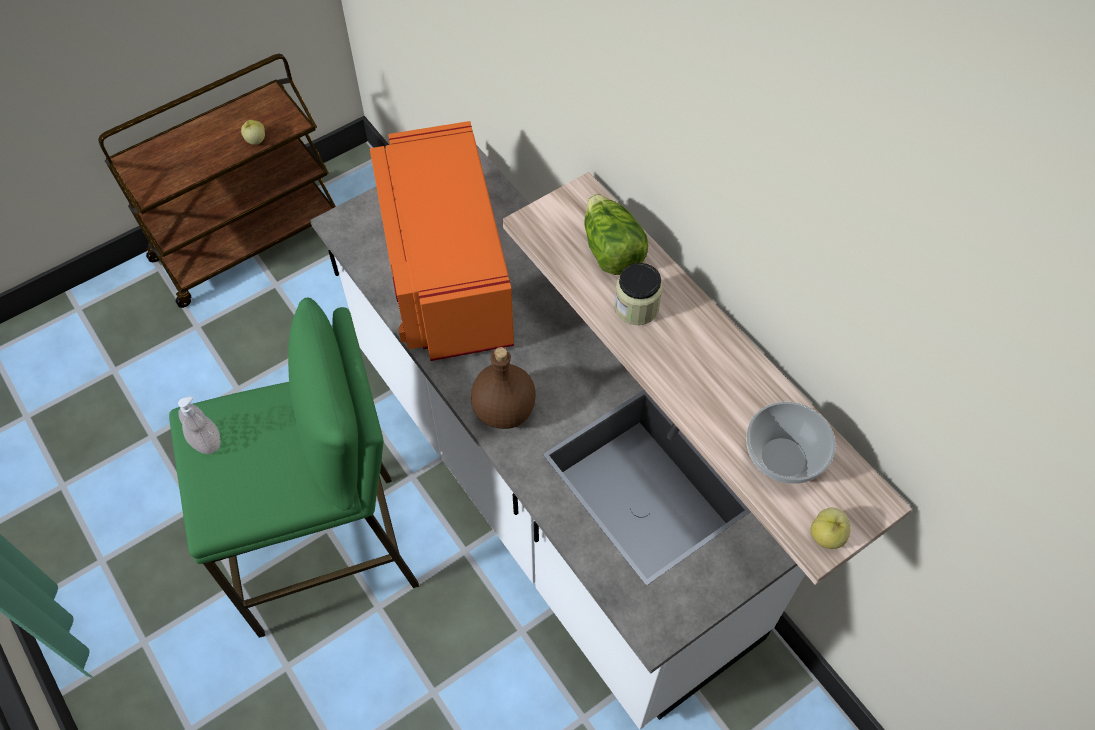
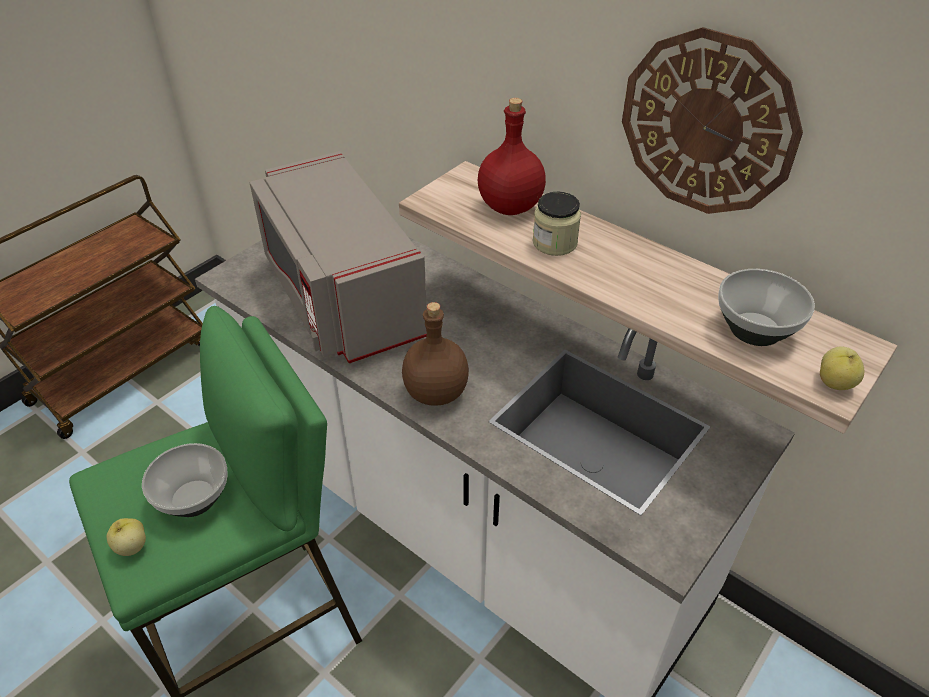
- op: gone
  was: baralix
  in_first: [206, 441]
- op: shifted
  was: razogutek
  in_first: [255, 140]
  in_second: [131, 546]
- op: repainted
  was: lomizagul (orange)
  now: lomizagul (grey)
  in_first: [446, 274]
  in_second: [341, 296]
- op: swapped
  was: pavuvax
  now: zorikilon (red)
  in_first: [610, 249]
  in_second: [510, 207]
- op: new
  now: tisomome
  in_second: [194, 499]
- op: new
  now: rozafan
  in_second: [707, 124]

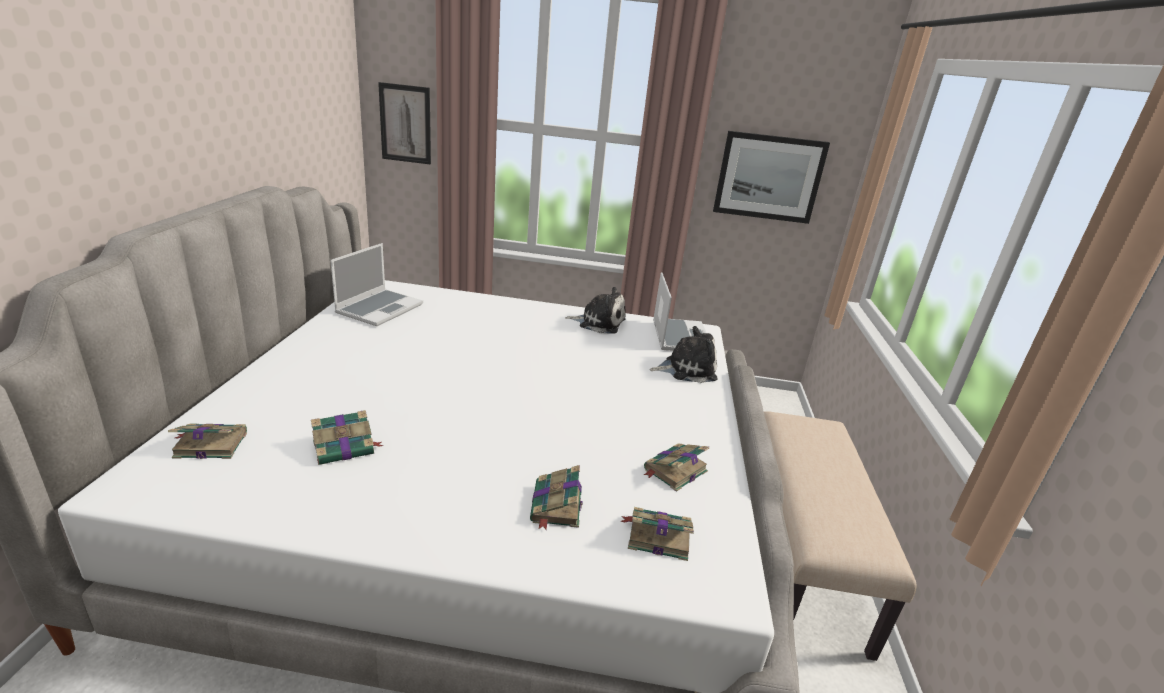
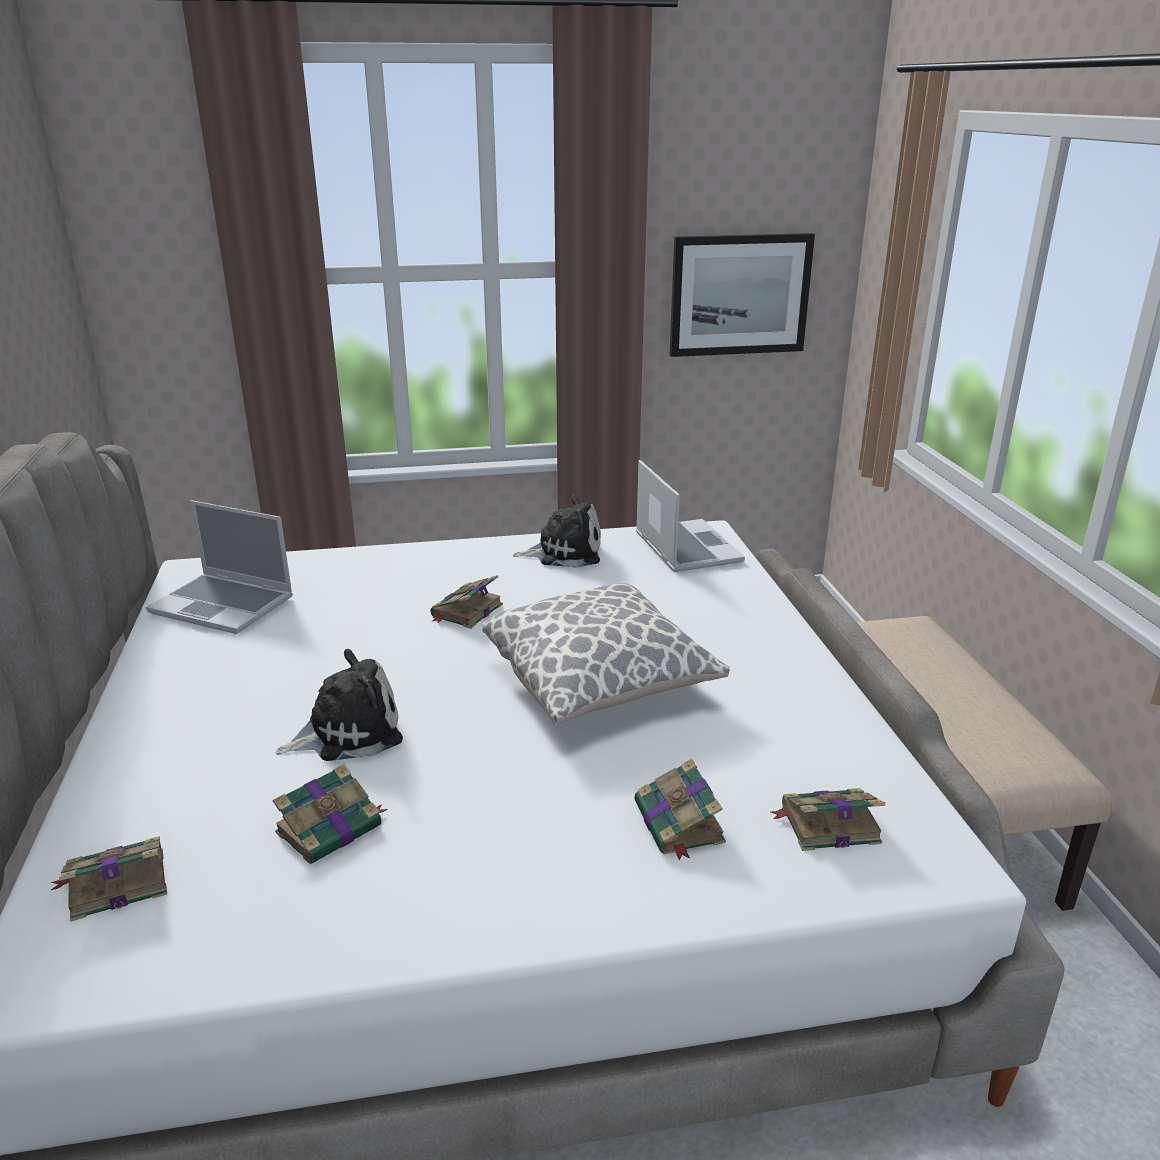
- op: rotated
  was: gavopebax
  in_first: [380, 308]
  in_second: [225, 605]
  clockwise: 105
- op: gone
  was: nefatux
  in_first: [405, 124]
- op: shifted
  was: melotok
  in_first: [674, 471]
  in_second: [466, 611]
- op: shifted
  was: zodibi
  in_first: [686, 369]
  in_second: [348, 732]
- op: new
  now: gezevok
  in_second: [601, 683]

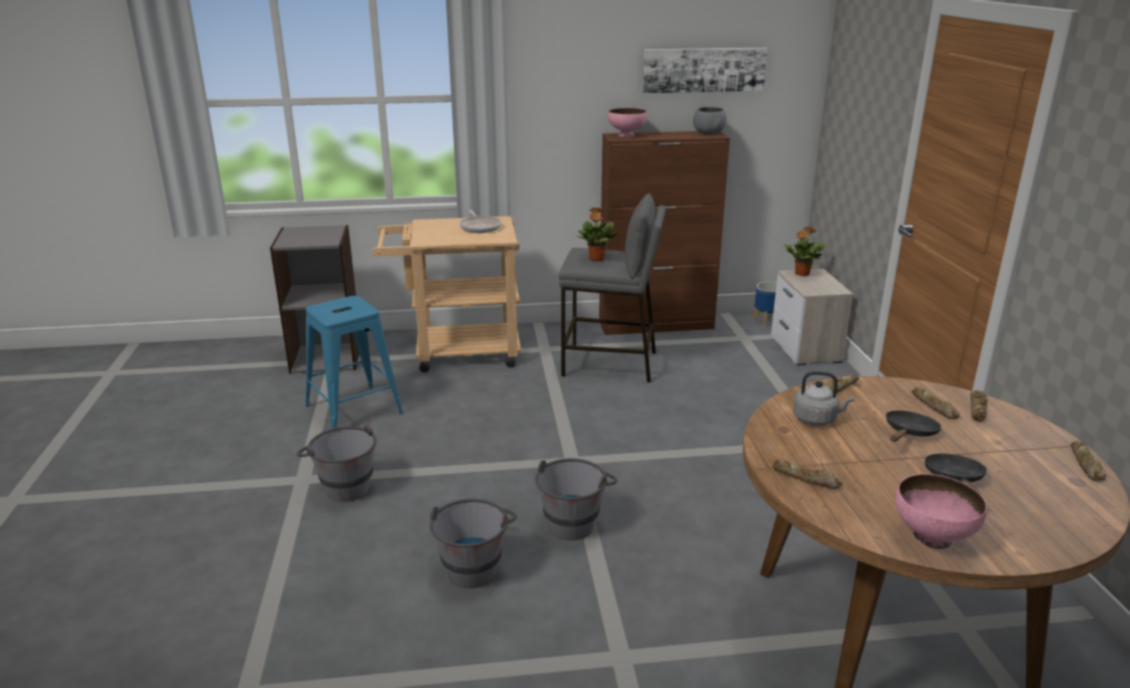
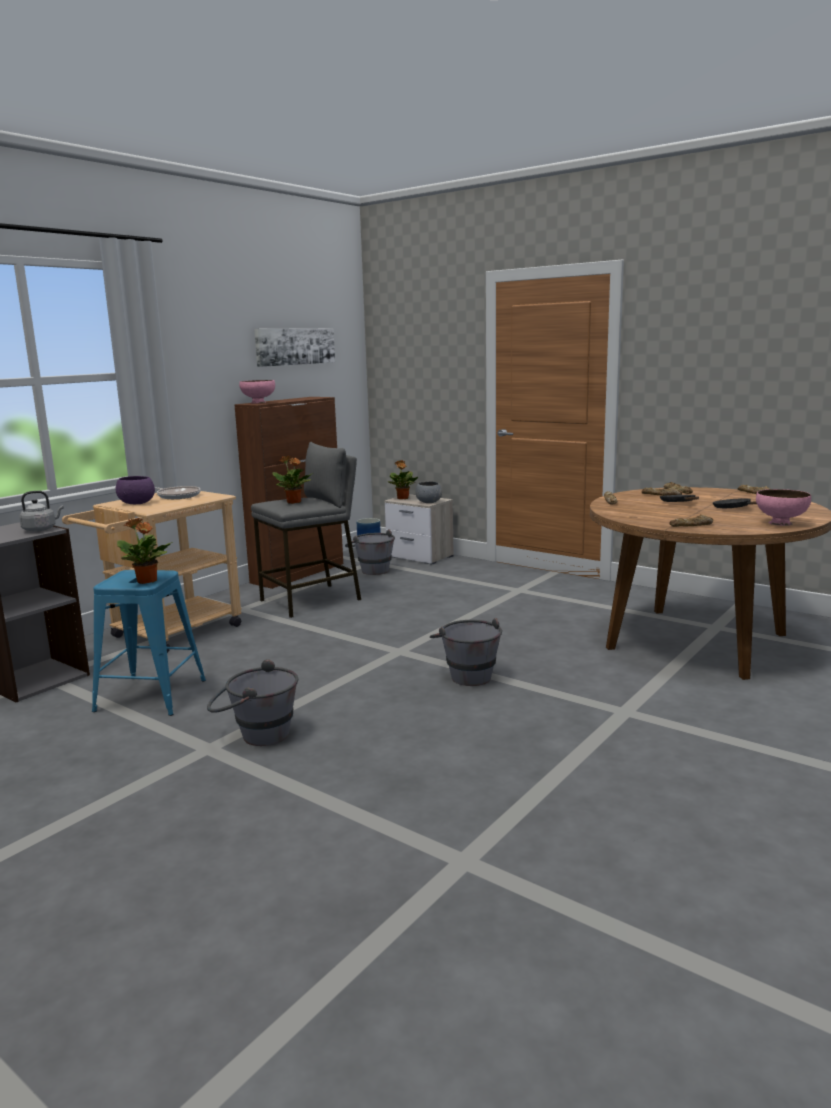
- op: shifted
  was: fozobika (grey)
  in_first: [474, 564]
  in_second: [371, 569]
- op: shifted
  was: tisomome (grey)
  in_first: [708, 133]
  in_second: [428, 502]
- op: shifted
  was: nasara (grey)
  in_first: [817, 419]
  in_second: [41, 529]
- op: new
  now: tisomome (purple)
  in_second: [137, 503]
- op: new
  now: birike
  in_second: [147, 581]

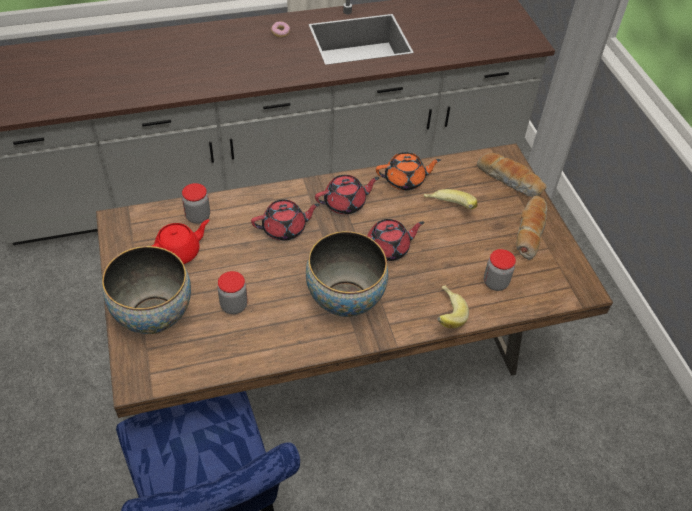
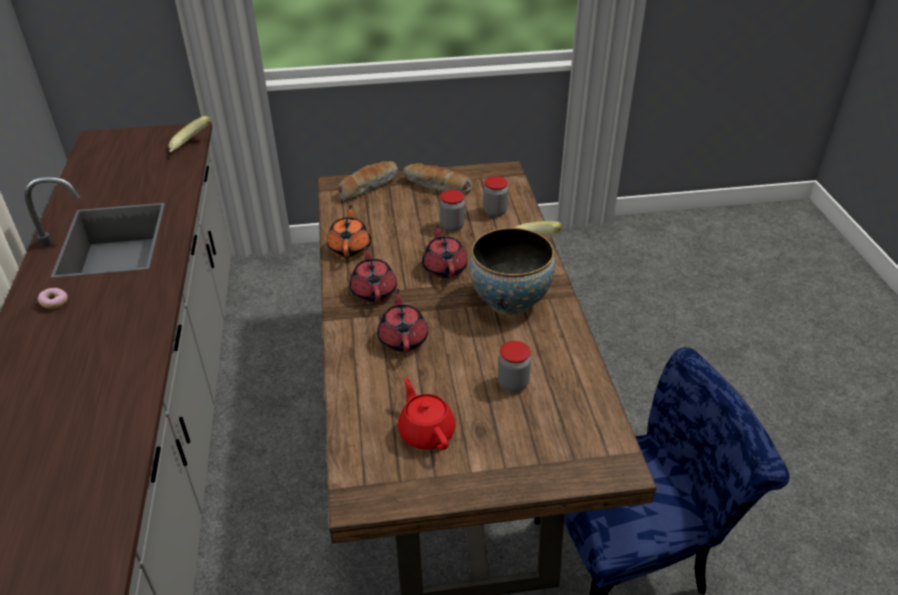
- op: gone
  was: tisomome
  in_first: [154, 316]
- op: shifted
  was: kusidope
  in_first: [198, 216]
  in_second: [452, 226]
- op: shifted
  was: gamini
  in_first: [448, 209]
  in_second: [191, 147]

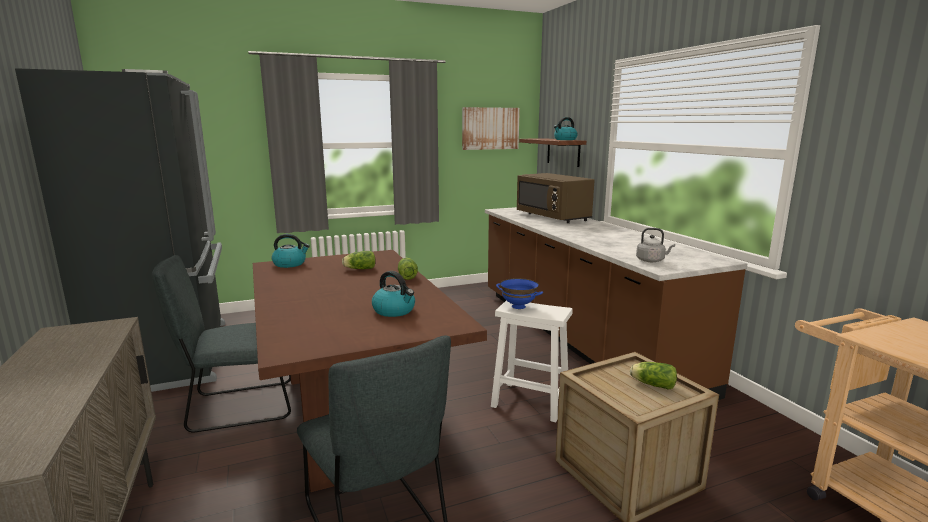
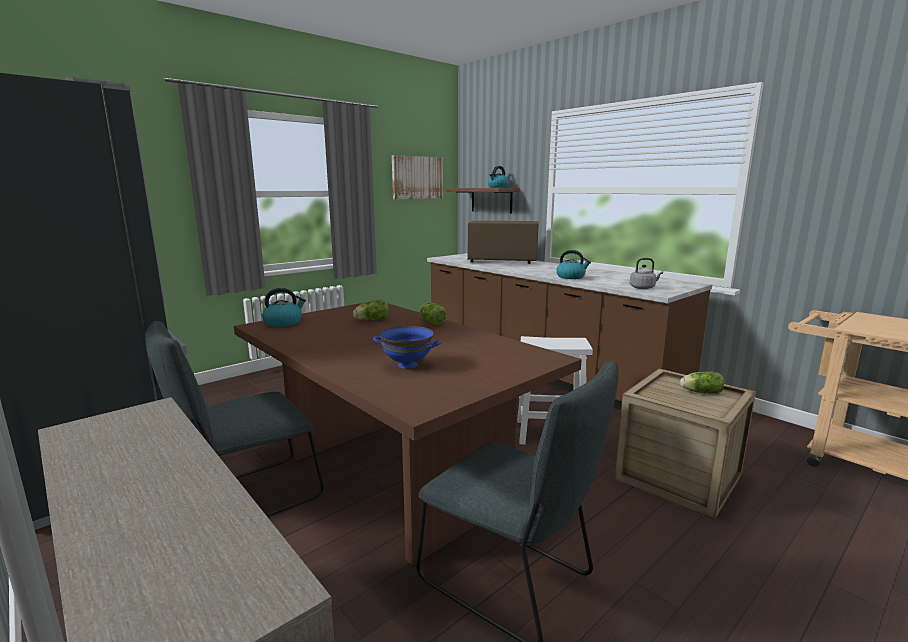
- op: shifted
  was: nasara
  in_first: [394, 311]
  in_second: [571, 277]
- op: shifted
  was: tisomome (blue)
  in_first: [518, 306]
  in_second: [408, 365]
- op: rotated
  was: lomizagul (brown)
  in_first: [553, 217]
  in_second: [502, 261]
  clockwise: 150

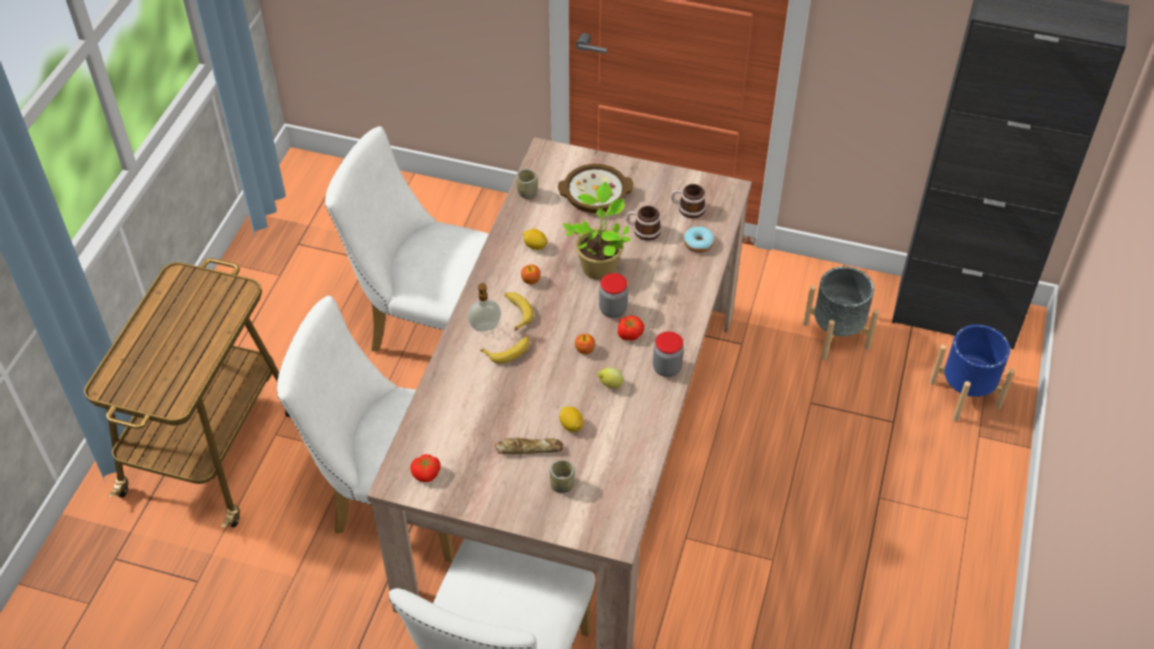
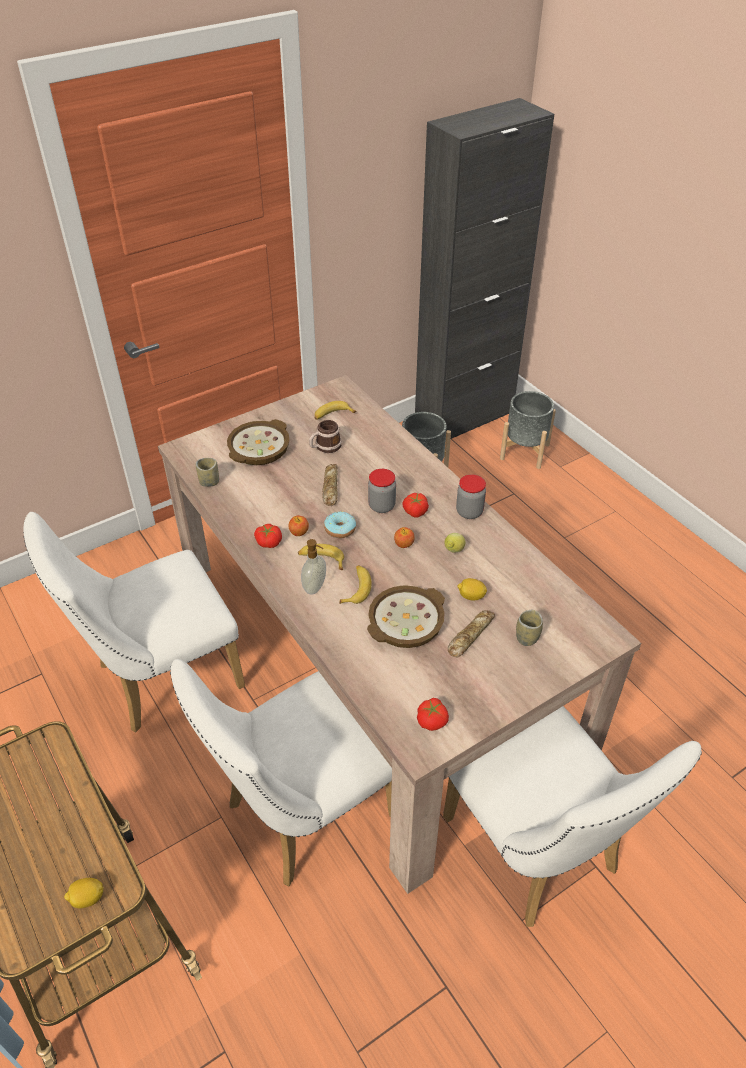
- op: shifted
  was: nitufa
  in_first: [535, 246]
  in_second: [87, 898]
- op: swapped
  was: birike
  now: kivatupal
  in_first: [599, 265]
  in_second: [330, 488]
- op: swapped
  was: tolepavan
  now: gamini
  in_first: [687, 208]
  in_second: [332, 415]
- op: shifted
  was: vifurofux
  in_first: [698, 243]
  in_second: [340, 529]
- op: repainted
  was: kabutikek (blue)
  now: kabutikek (grey)
  in_first: [965, 394]
  in_second: [524, 451]
- op: new
  now: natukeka
  in_second: [269, 542]
- op: new
  now: tisomome
  in_second: [405, 622]

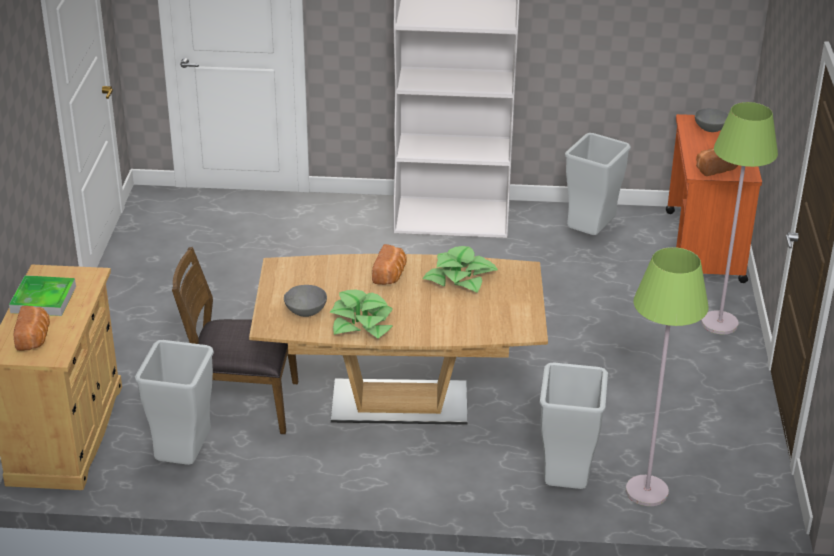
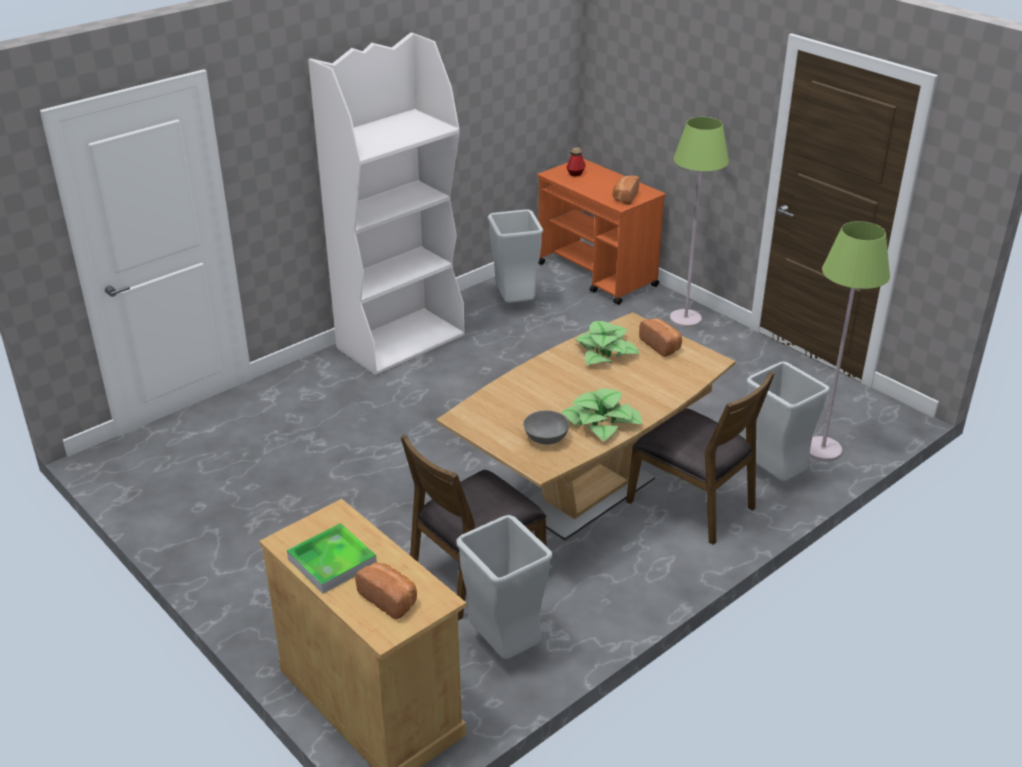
- op: shifted
  was: kivatupal
  in_first: [390, 275]
  in_second: [661, 345]
- op: swapped
  was: tisomome (grey)
  now: zorikilon
  in_first: [710, 129]
  in_second: [575, 174]
- op: new
  now: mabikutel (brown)
  in_second: [692, 504]

